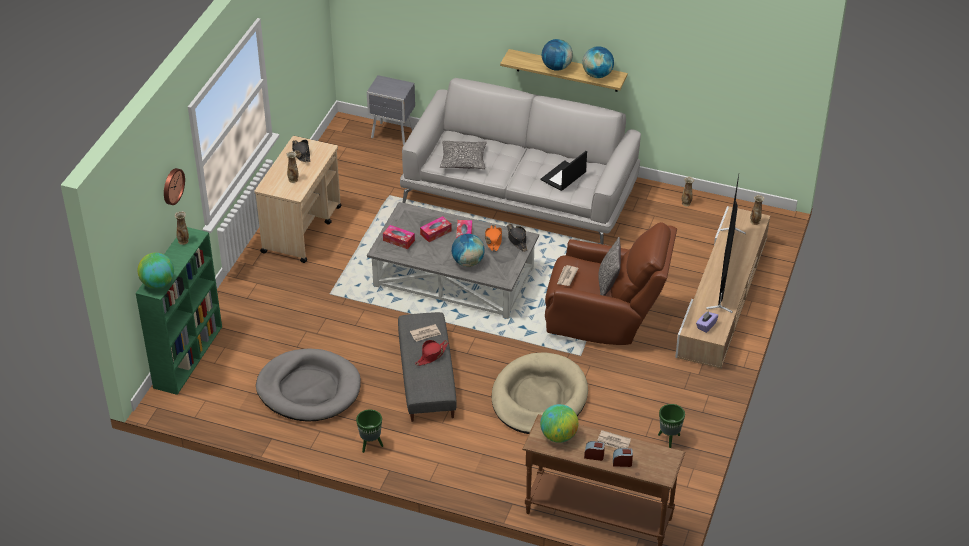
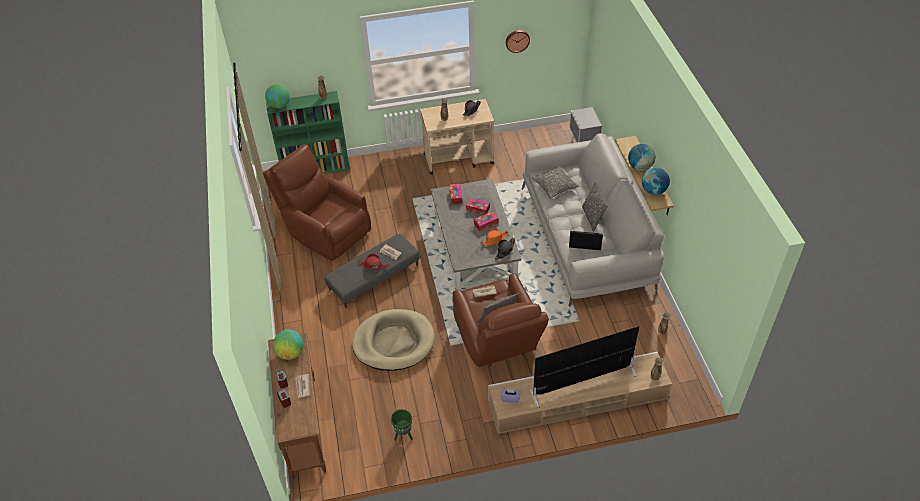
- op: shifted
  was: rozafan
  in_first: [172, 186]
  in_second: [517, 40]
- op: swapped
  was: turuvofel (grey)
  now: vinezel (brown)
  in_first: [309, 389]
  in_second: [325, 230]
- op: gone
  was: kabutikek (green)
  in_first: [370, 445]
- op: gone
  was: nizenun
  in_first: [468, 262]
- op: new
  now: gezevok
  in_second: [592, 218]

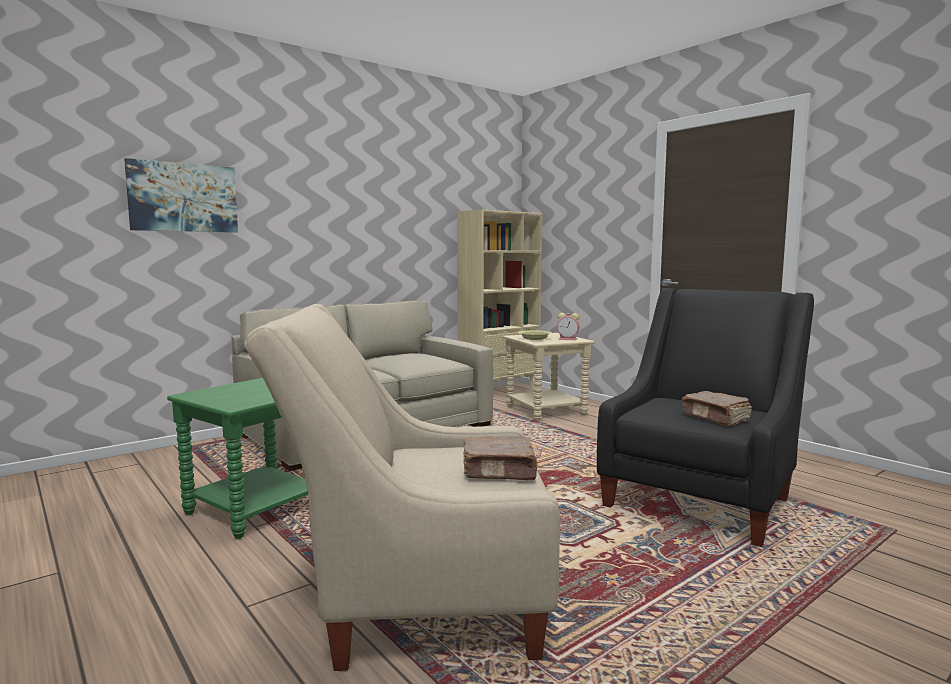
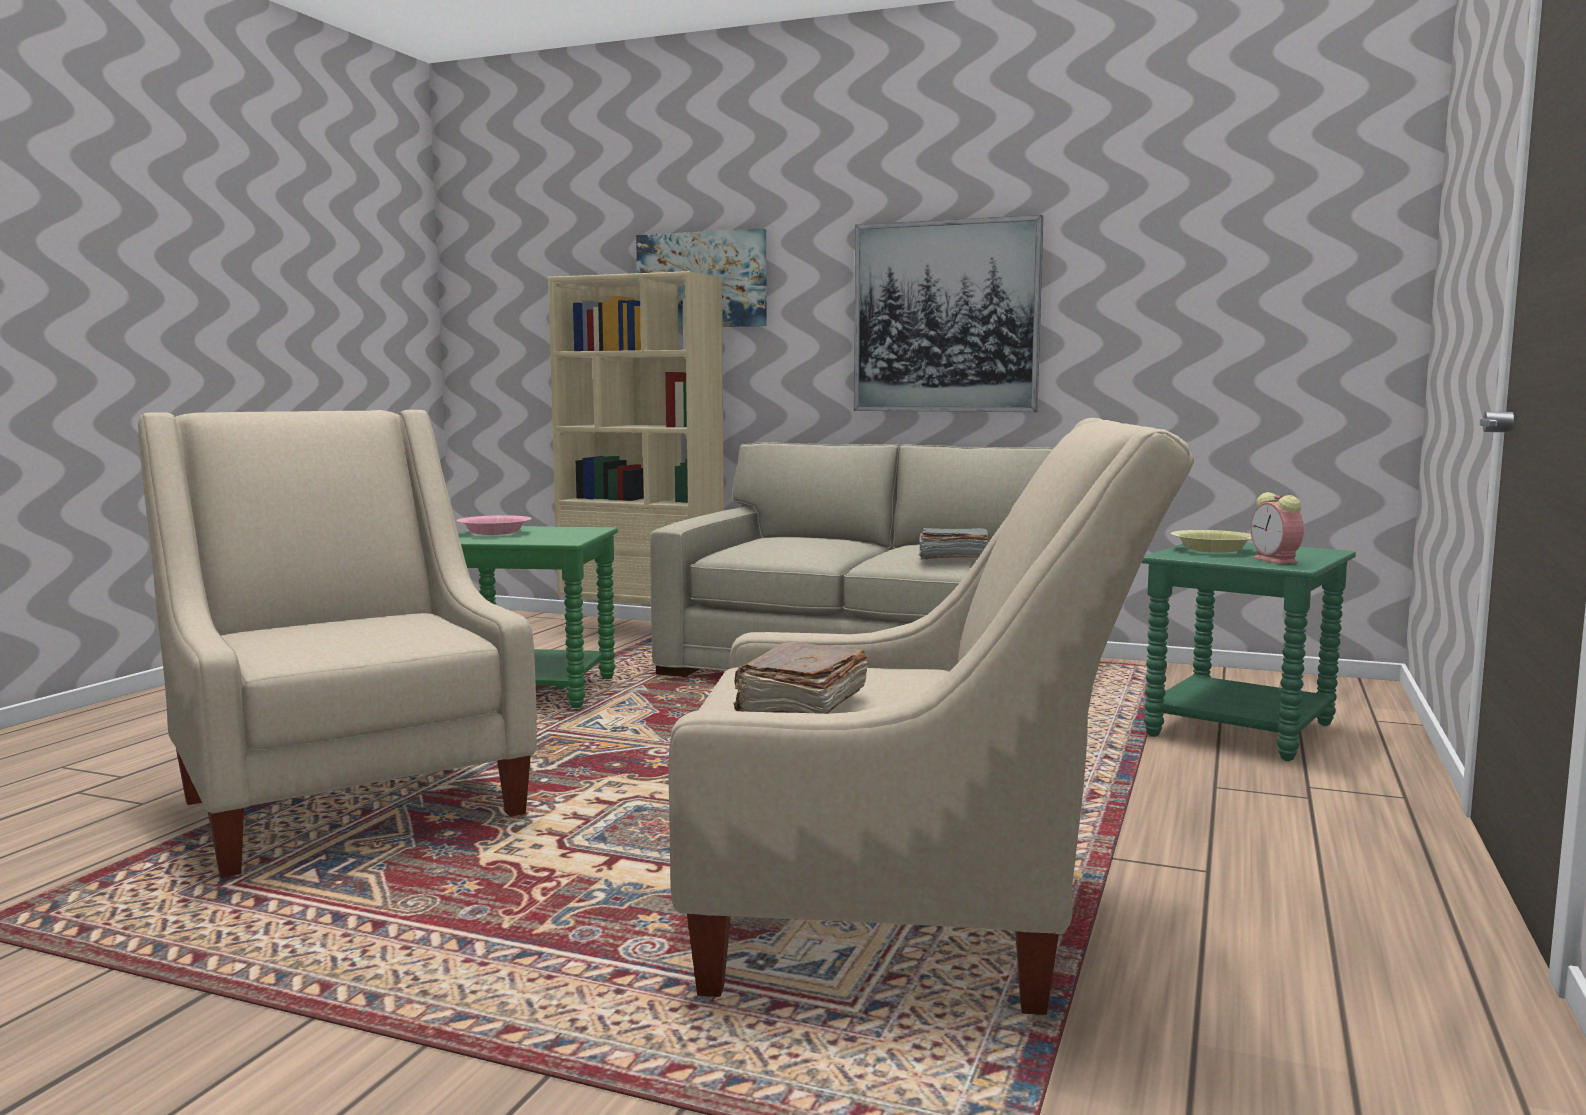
- op: shifted
  was: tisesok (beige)
  in_first: [499, 393]
  in_second: [643, 630]
- op: gone
  was: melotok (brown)
  in_first: [500, 472]
- op: repainted
  was: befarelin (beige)
  now: befarelin (green)
  in_first: [546, 410]
  in_second: [1241, 730]
- op: repainted
  was: vinezel (black)
  now: vinezel (beige)
  in_first: [701, 498]
  in_second: [913, 921]
- op: new
  now: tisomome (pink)
  in_second: [495, 533]
- op: new
  now: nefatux
  in_second: [946, 317]
- op: new
  now: melotok (grey)
  in_second: [952, 557]

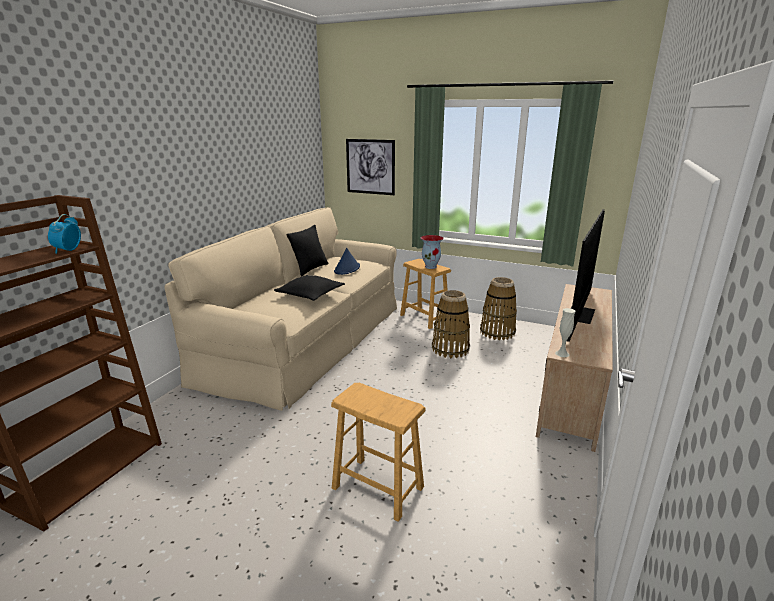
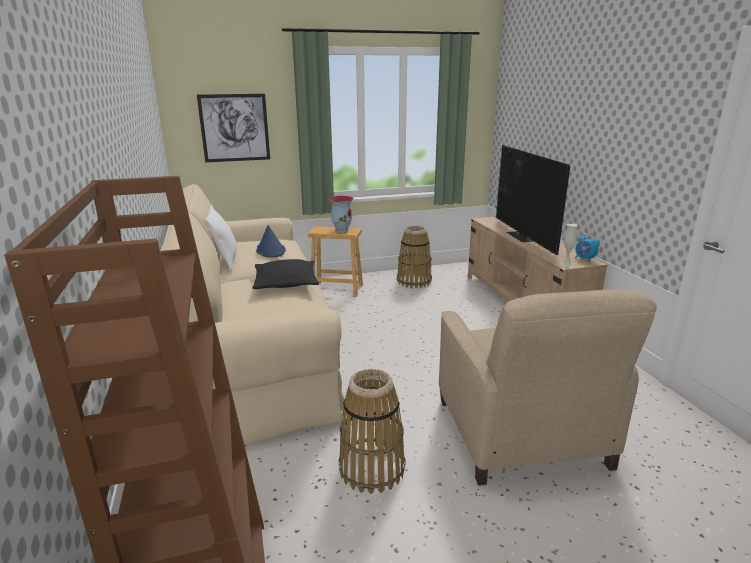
- op: shifted
  was: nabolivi
  in_first: [68, 250]
  in_second: [584, 259]
- op: repainted
  was: gezevok (black)
  now: gezevok (white)
  in_first: [310, 269]
  in_second: [225, 261]
- op: swapped
  was: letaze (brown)
  now: vinezel (beige)
  in_first: [377, 488]
  in_second: [521, 434]
- op: shifted
  was: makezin
  in_first: [450, 349]
  in_second: [372, 469]

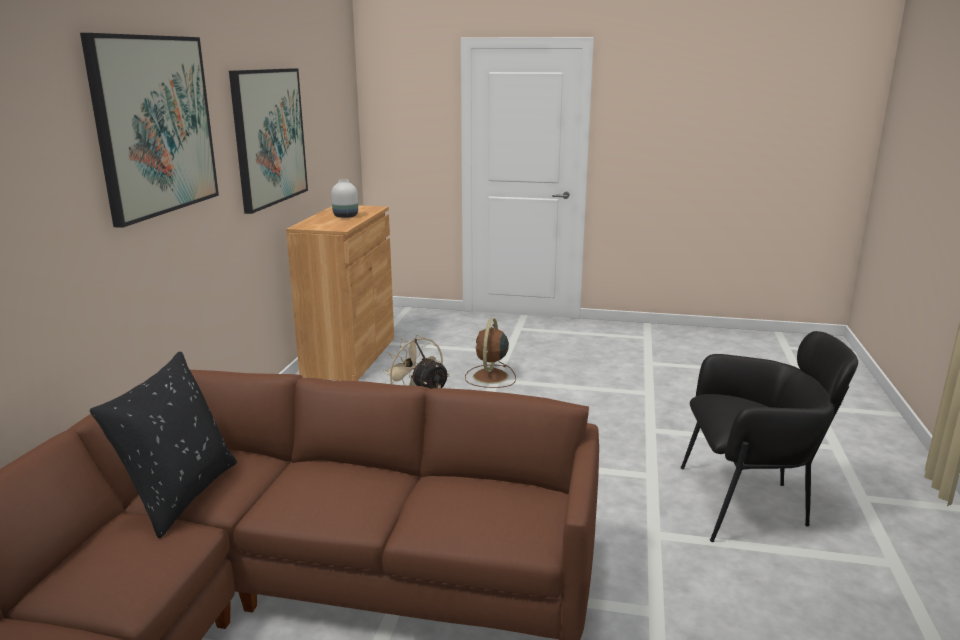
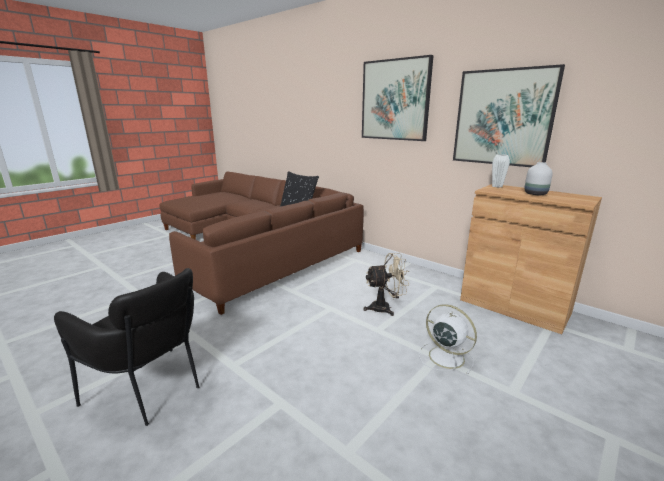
- op: repainted
  was: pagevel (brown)
  now: pagevel (white)
  in_first: [490, 377]
  in_second: [444, 356]
- op: rotated
  was: vinezel (black)
  in_first: [750, 503]
  in_second: [153, 391]
  clockwise: -90
- op: new
  now: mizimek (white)
  in_second: [497, 186]

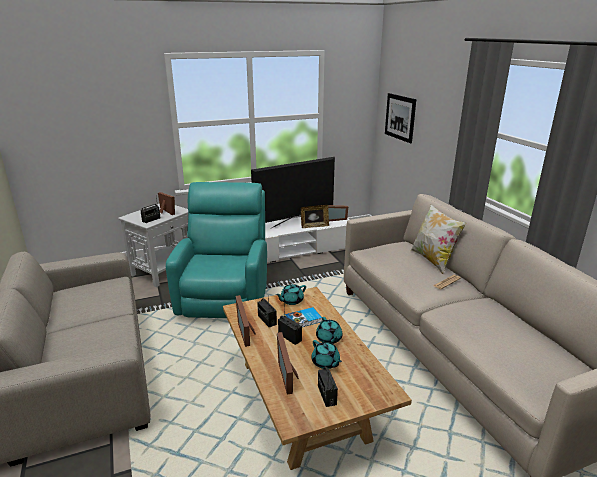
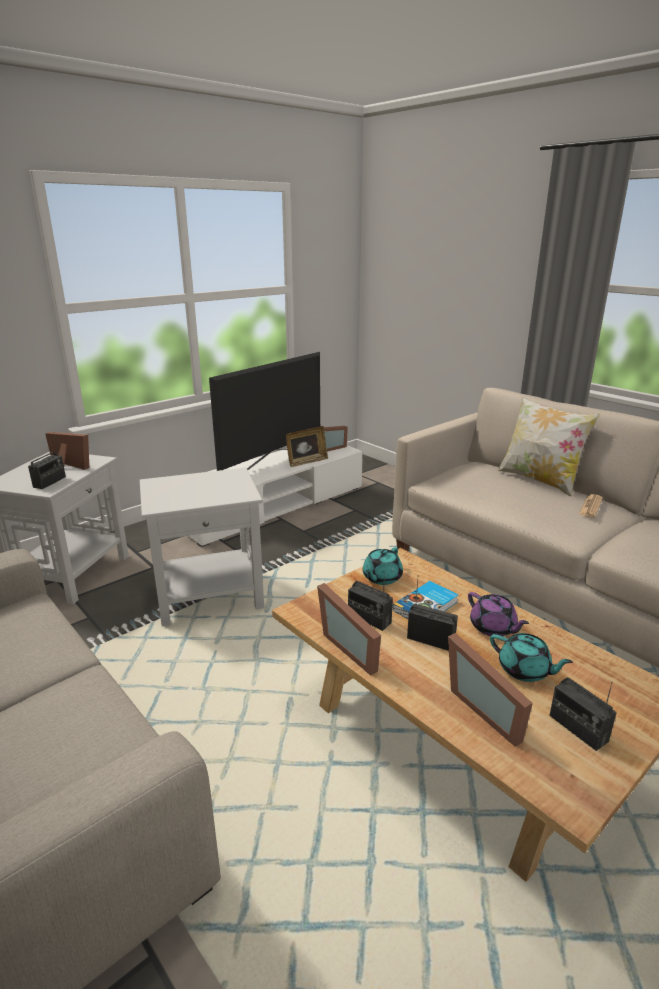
- op: swapped
  was: vinezel (turquoise)
  now: befarelin (white)
  in_first: [225, 296]
  in_second: [210, 596]
- op: repainted
  was: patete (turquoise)
  now: patete (purple)
  in_first: [329, 339]
  in_second: [493, 628]
- op: gone
  was: nefatux
  in_first: [400, 117]

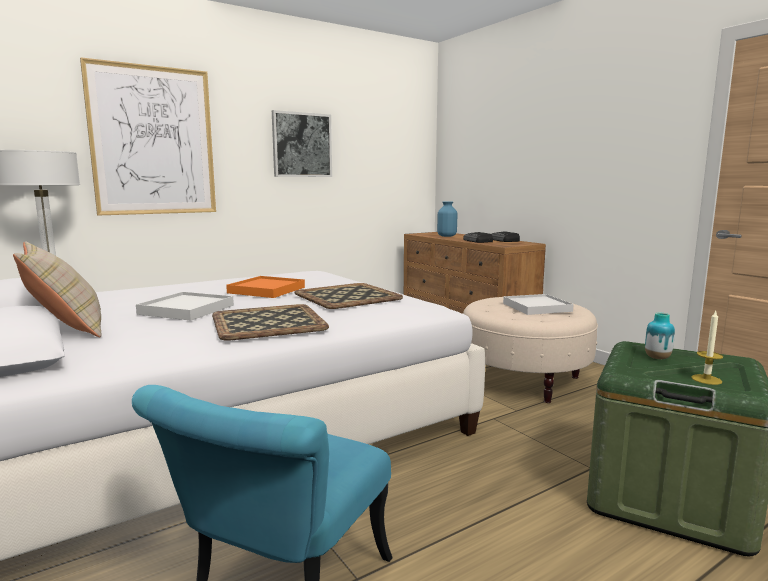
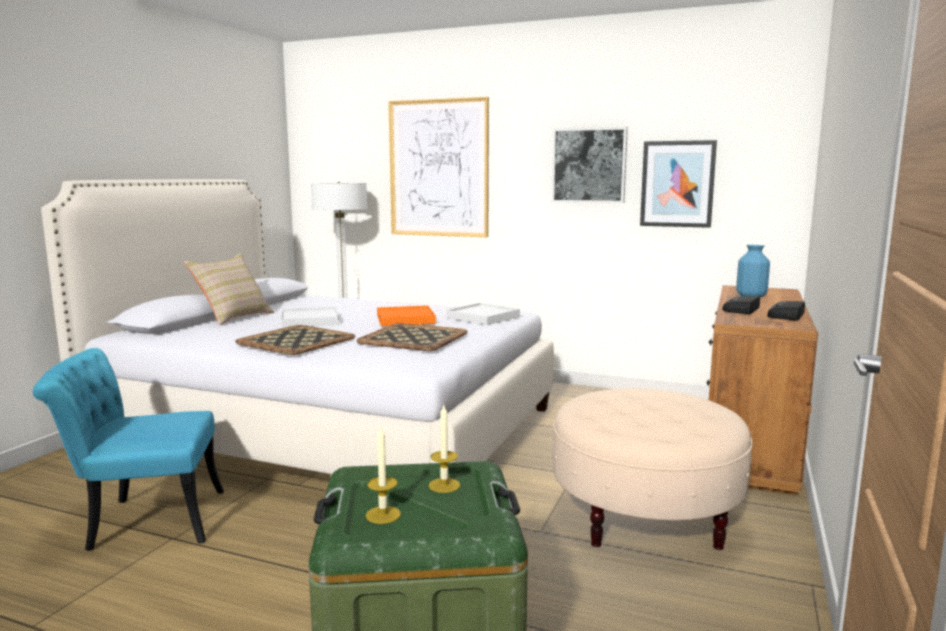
- op: shifted
  was: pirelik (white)
  in_first: [536, 307]
  in_second: [483, 317]
- op: swapped
  was: mizimek
  now: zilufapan
  in_first: [657, 358]
  in_second: [444, 485]
- op: new
  now: nefatux
  in_second: [677, 184]

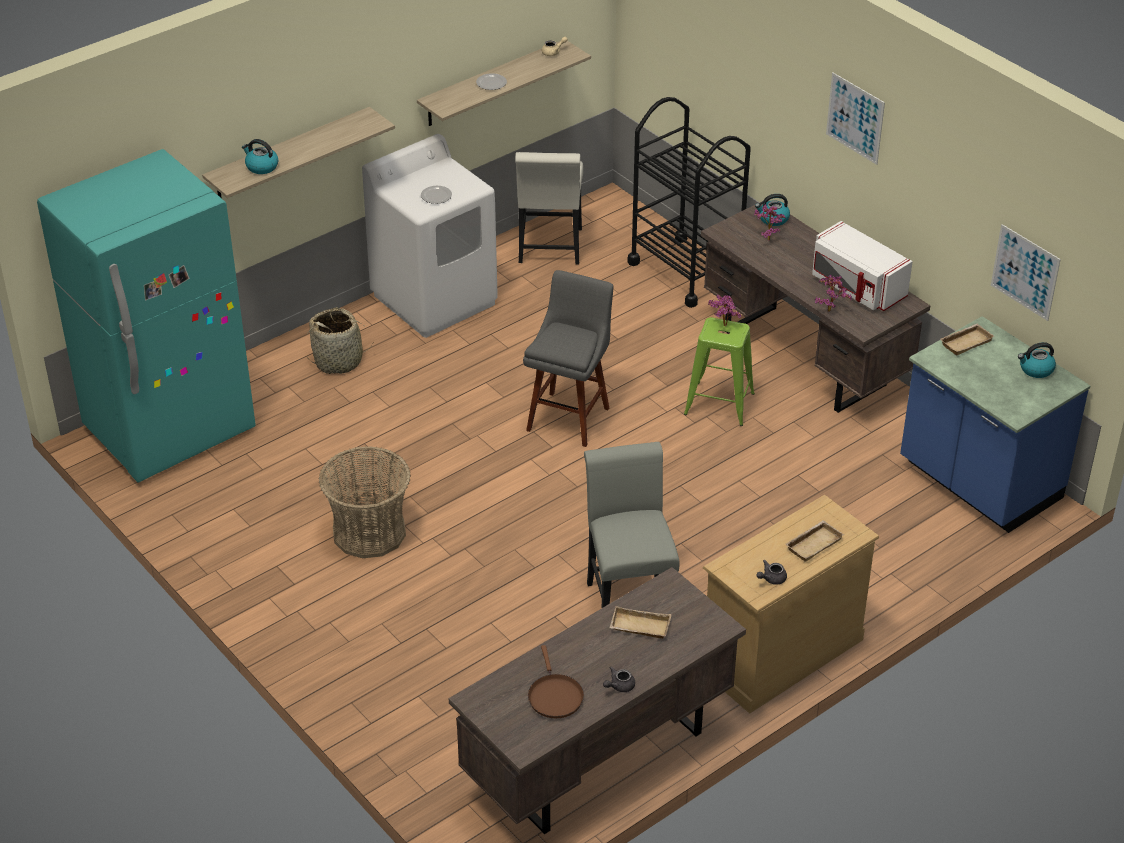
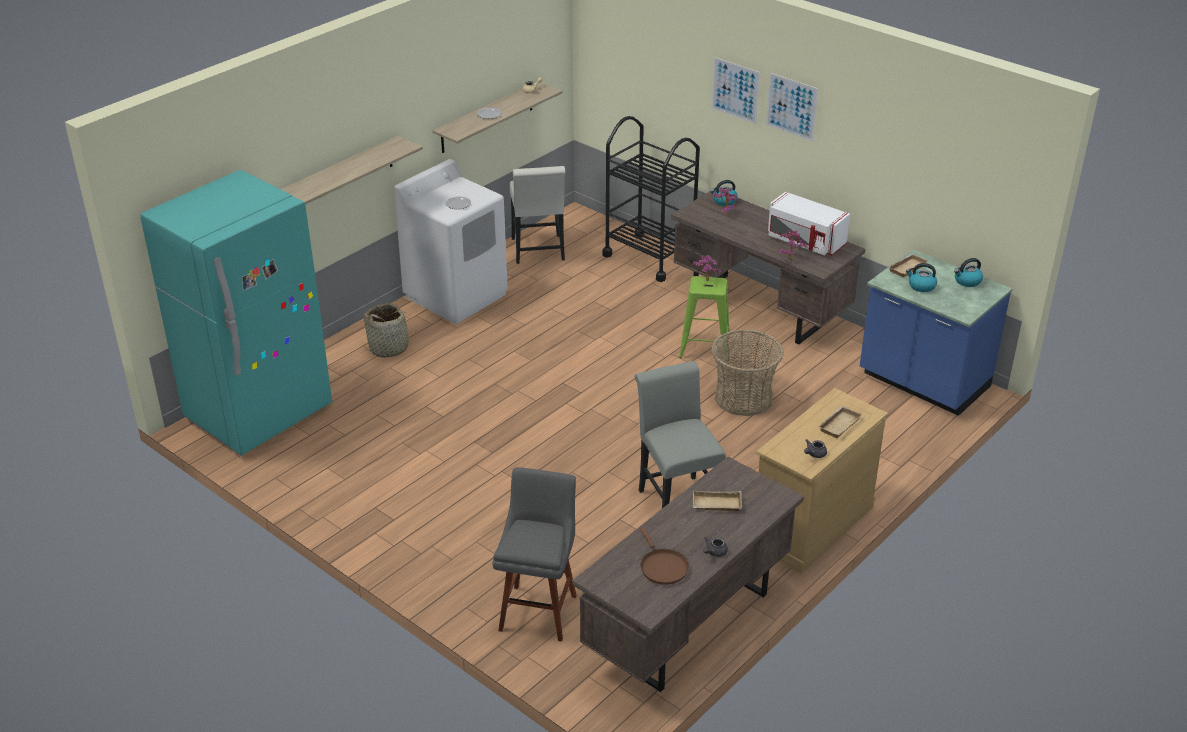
- op: shifted
  was: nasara
  in_first: [261, 167]
  in_second: [921, 286]
- op: shifted
  was: makezin
  in_first: [369, 532]
  in_second: [743, 398]
- op: shifted
  was: letaze (grey)
  in_first: [570, 416]
  in_second: [539, 609]
- op: shifted
  was: nefatux
  in_first: [1025, 272]
  in_second: [735, 90]

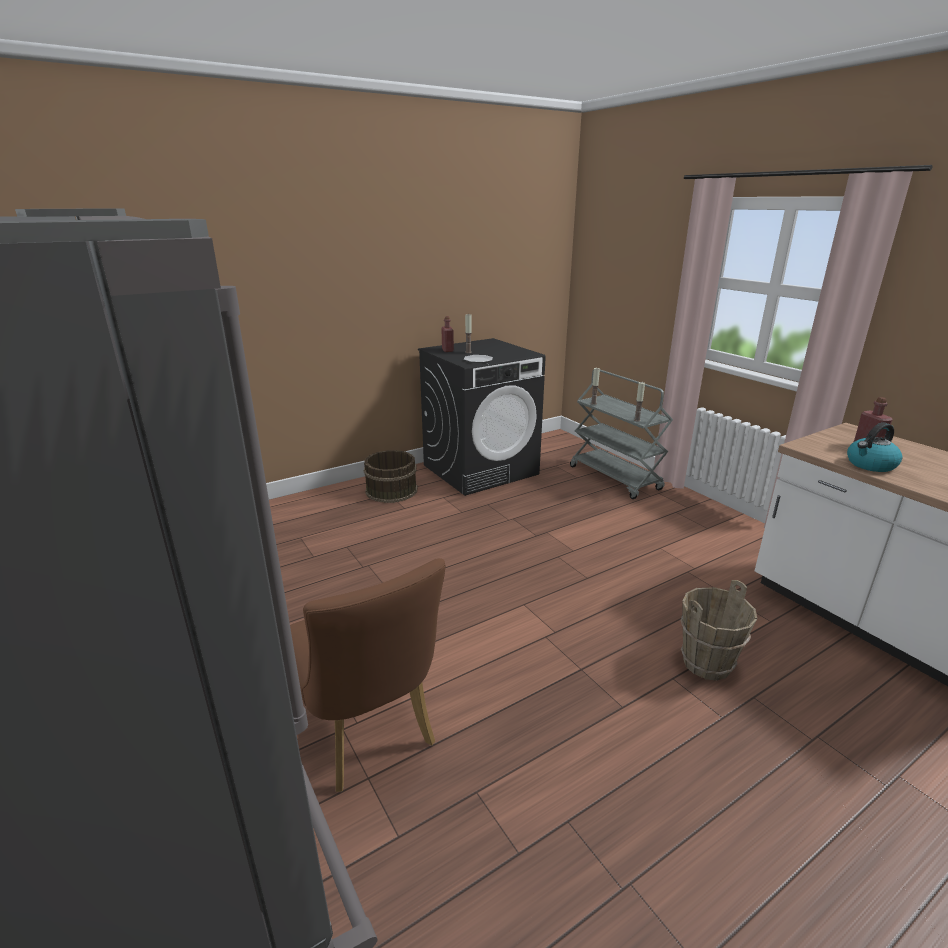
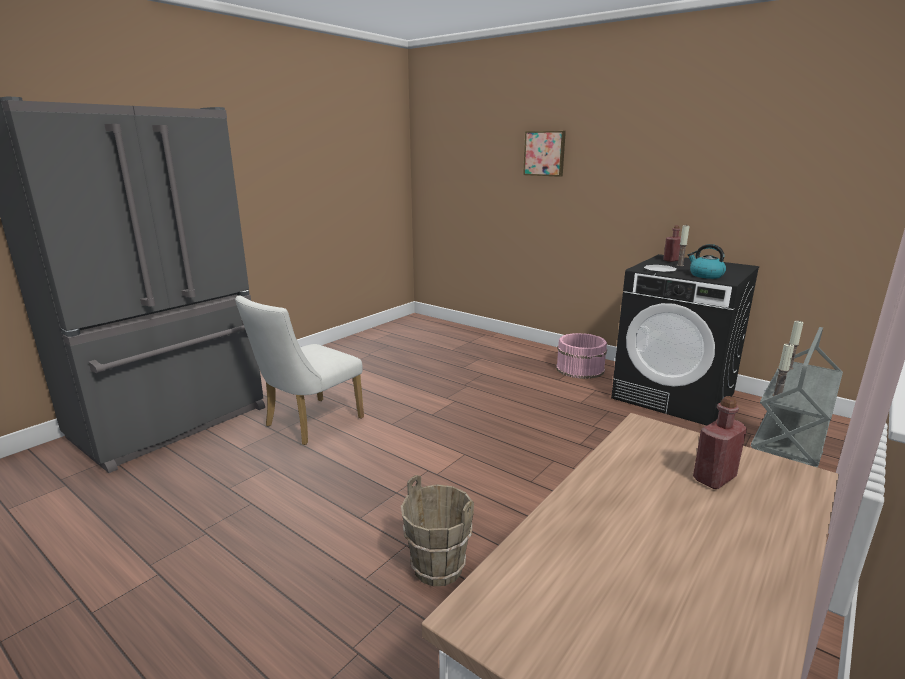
- op: repainted
  was: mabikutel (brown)
  now: mabikutel (white)
  in_first: [368, 734]
  in_second: [308, 424]
- op: repainted
  was: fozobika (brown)
  now: fozobika (pink)
  in_first: [391, 490]
  in_second: [579, 368]
- op: shifted
  was: nasara
  in_first: [870, 465]
  in_second: [705, 275]
- op: new
  now: nefatux
  in_second: [545, 153]

